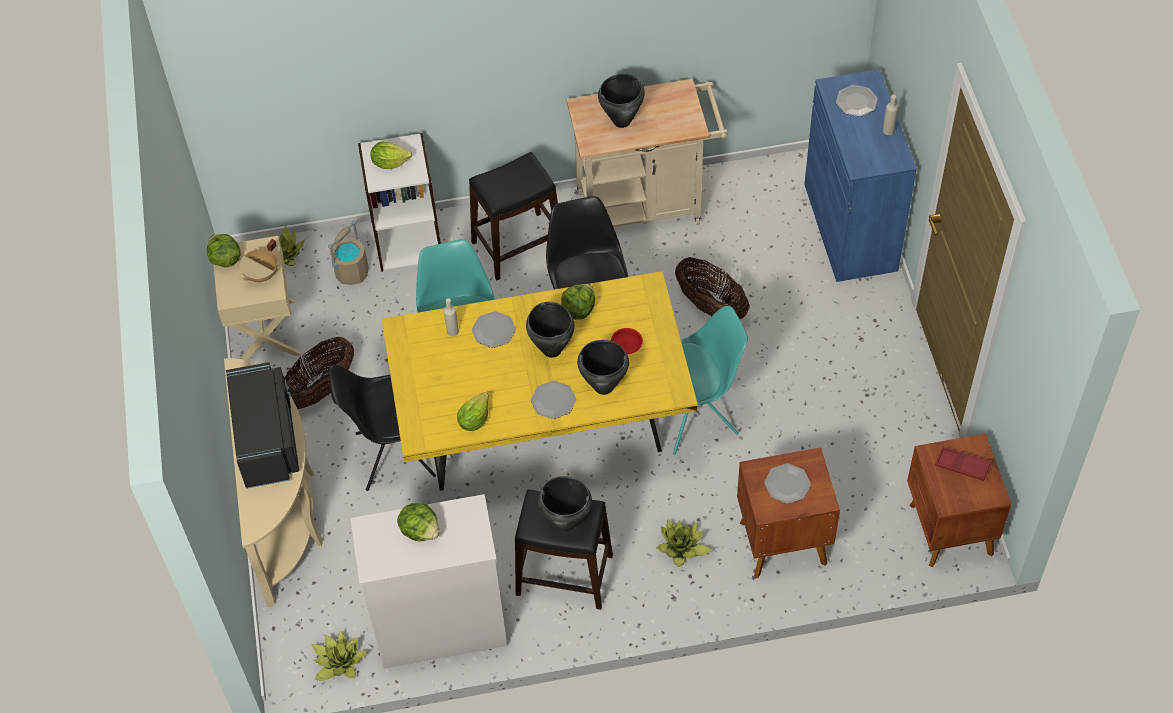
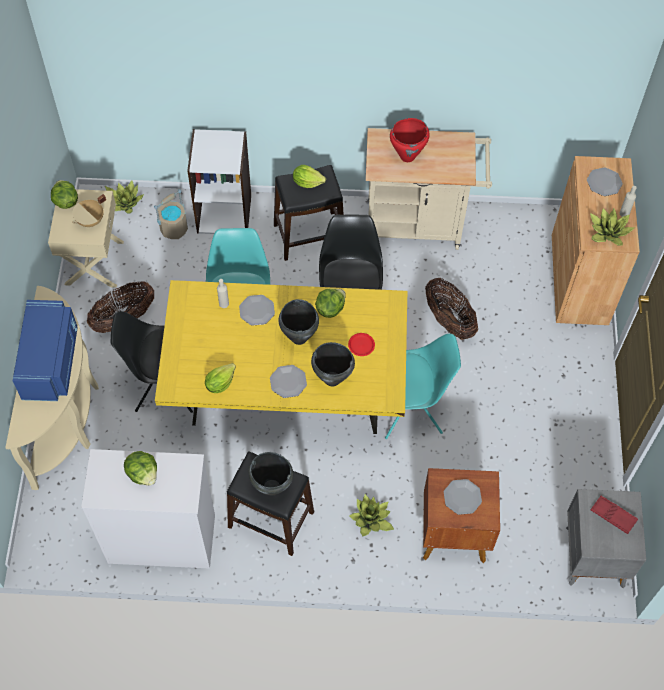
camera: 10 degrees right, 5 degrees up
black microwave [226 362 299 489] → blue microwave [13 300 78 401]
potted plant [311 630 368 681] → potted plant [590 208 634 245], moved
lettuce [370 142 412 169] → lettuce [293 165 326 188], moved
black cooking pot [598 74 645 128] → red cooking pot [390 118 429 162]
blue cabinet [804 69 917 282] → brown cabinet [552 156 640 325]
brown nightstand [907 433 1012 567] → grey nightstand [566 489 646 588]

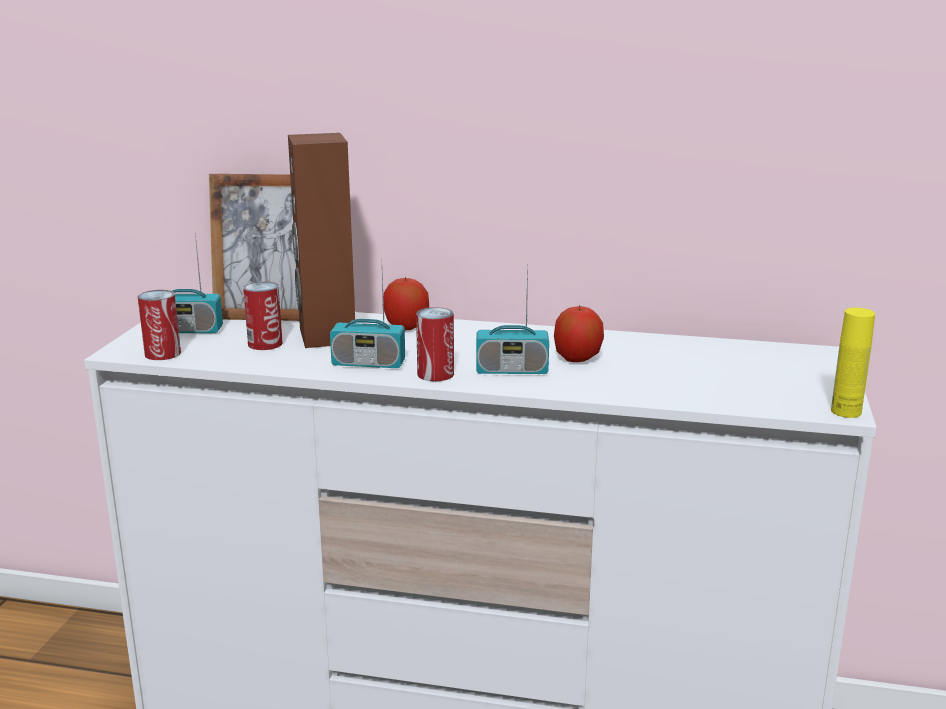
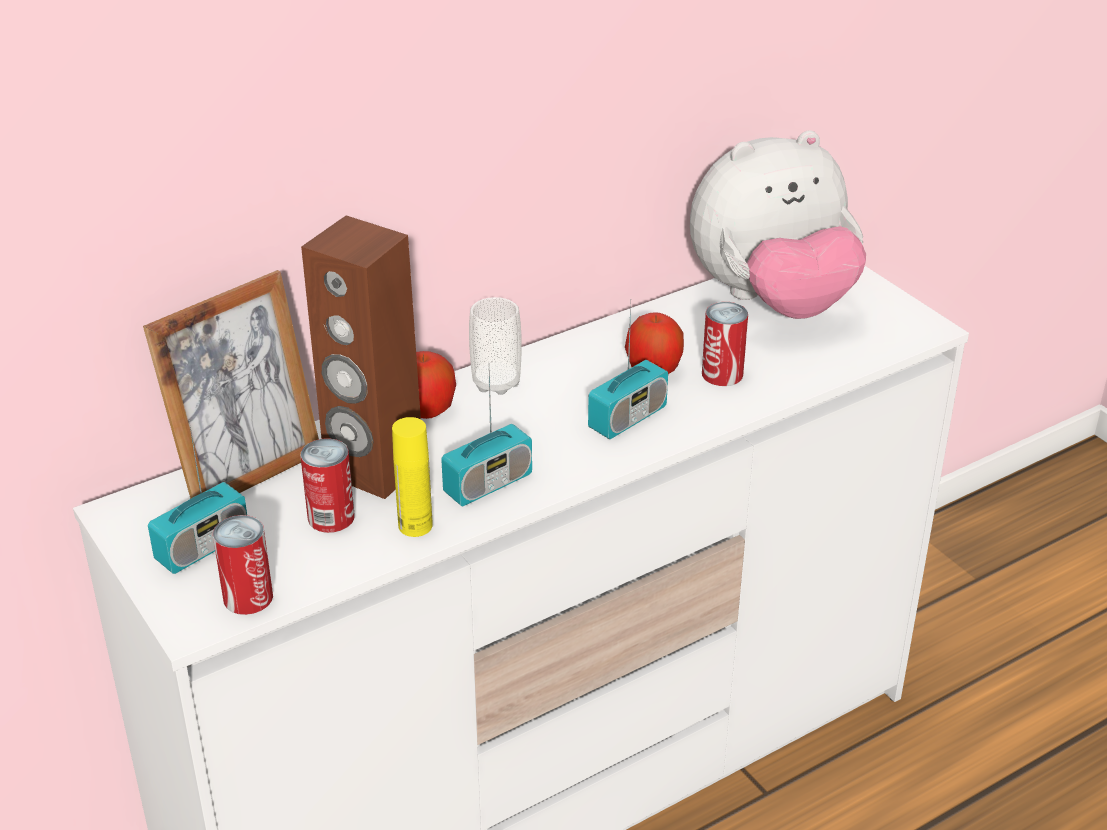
camera: 45 degrees left, 15 degrees up
can [416 307 454 381] → can [702 302 748 386], moved
yellow bottle [831 308 875 418] → yellow bottle [392 417 433 537], moved
- → cup [469 297 522 395]
- → plush toy [690 130 866 319]

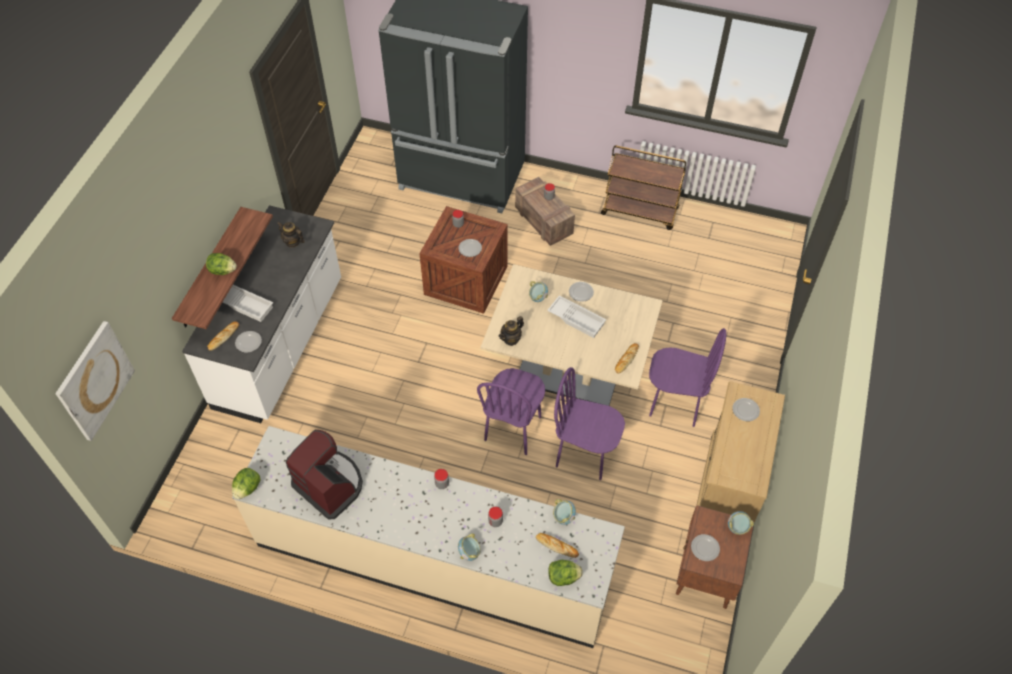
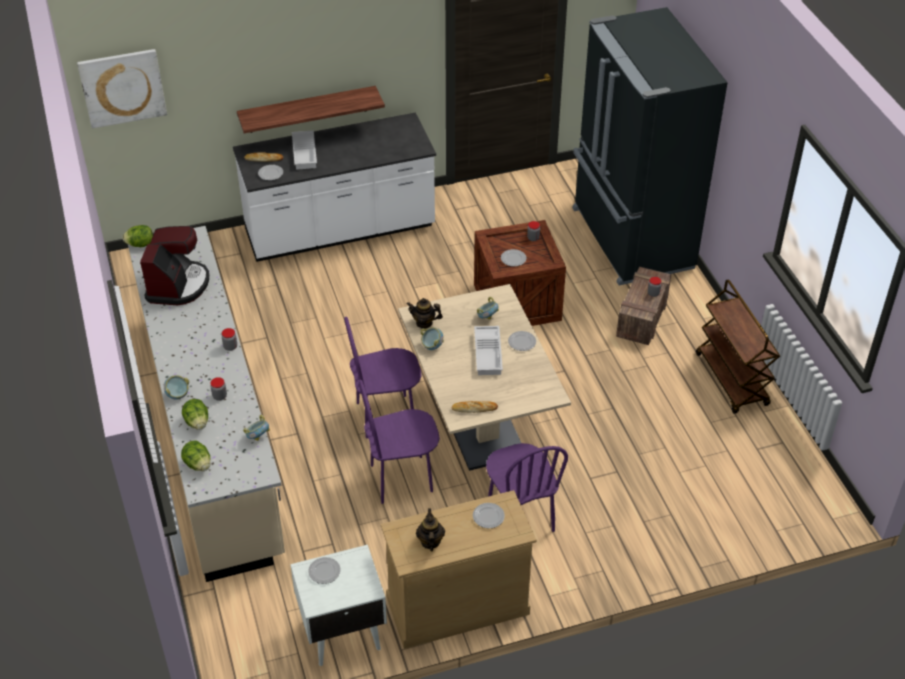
camera: 55 degrees right, 10 degrees down
lettuce [206 253 237 275] → lettuce [182 399 208 430], moved
teapot [277 221 305 248] → teapot [416 508 445 551], moved
bread [536 533 579 558] → -
purple chair [554 367 625 480] → purple chair [359 380 440 504], 90 degrees counterclockwise
brown nightstand [676 505 754 609] → white nightstand [290 545 387 666]
bowl [728 511 754 535] → bowl [420 327 444 350], moved

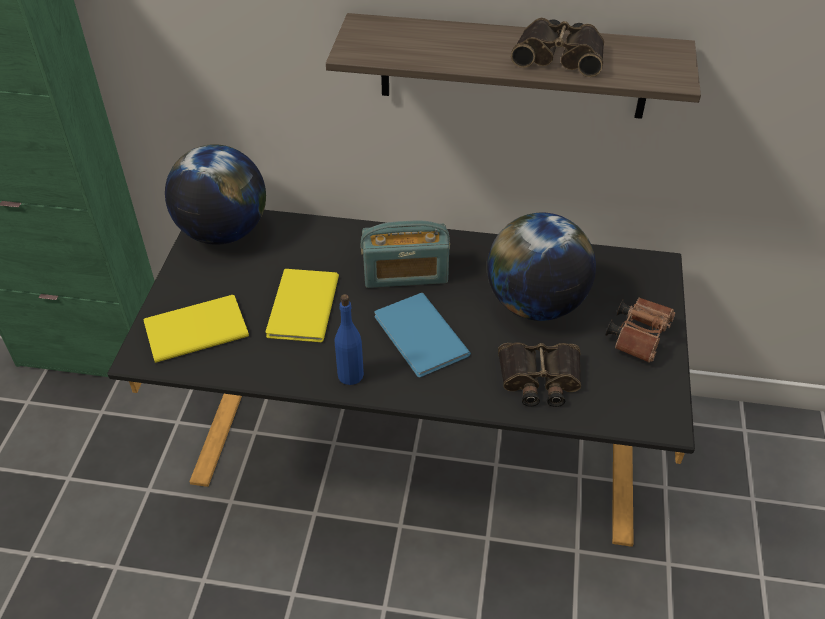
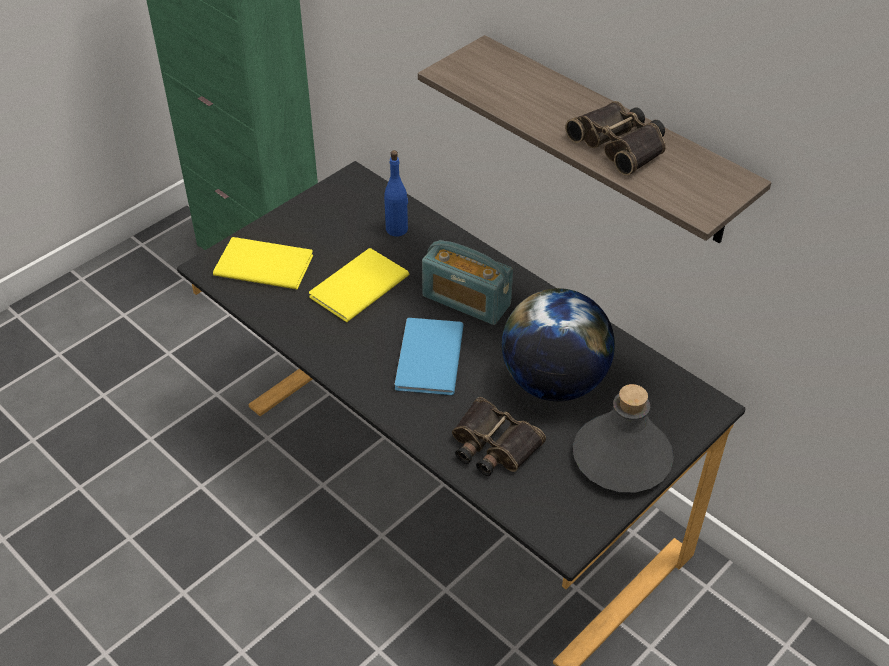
camera: 35 degrees right, 0 degrees up
globe [165 144 266 245] → -
blue bottle [335 294 364 385] → blue bottle [384 150 408 236], moved
brown binoculars [606 297 676 363] → grey bottle [573 384 674 492]

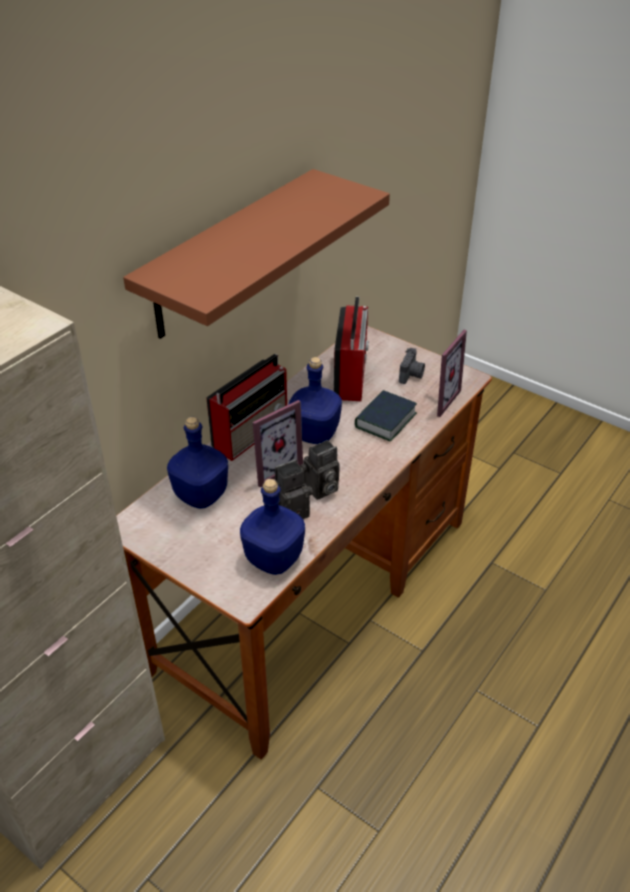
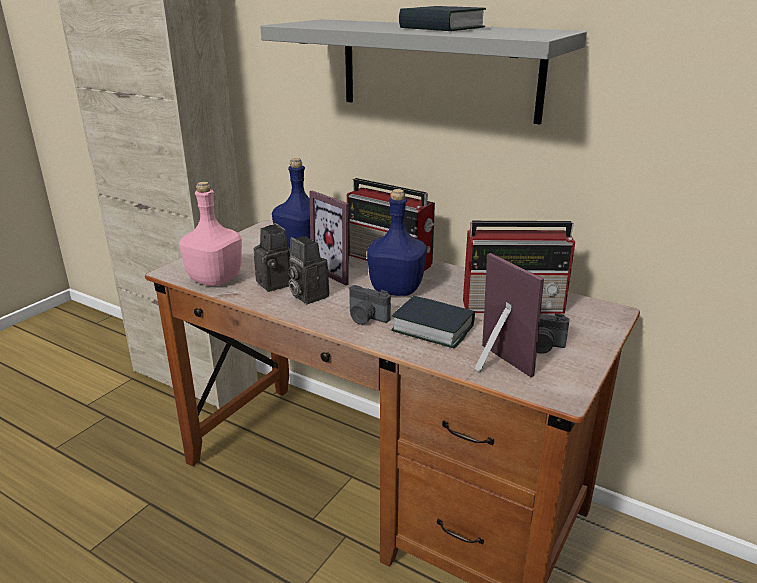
camera: 85 degrees right, 15 degrees down
brown shelf [123 169 390 339] → grey shelf [260 19 587 125]
blue bottle [240 479 305 575] → pink bottle [179 182 242 286]
picture frame [425 330 467 417] → picture frame [475 253 544 377], 150 degrees counterclockwise
- → photo camera [349 285 391 325]
- → book [399 6 486 31]

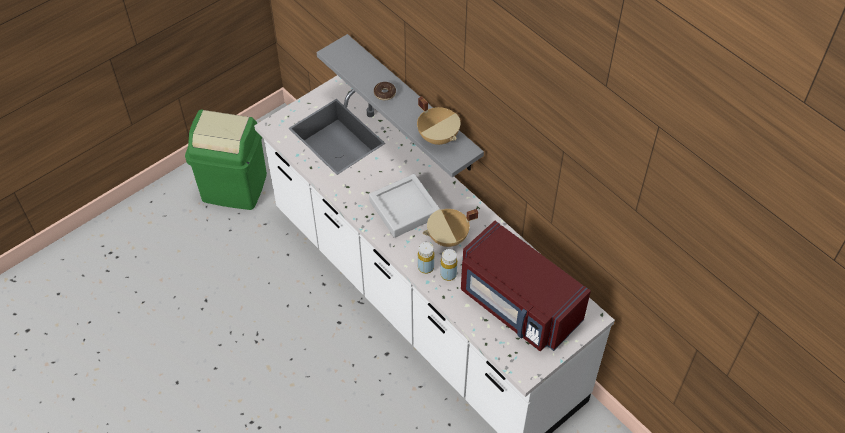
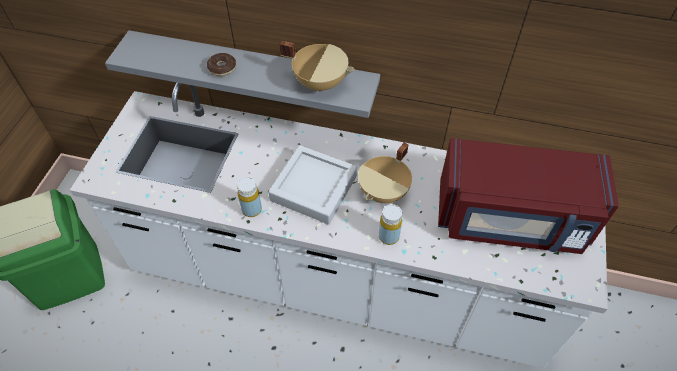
camera: 35 degrees left, 0 degrees up
yellow bottle [440 249 457 281] → yellow bottle [237 177 262 217], moved

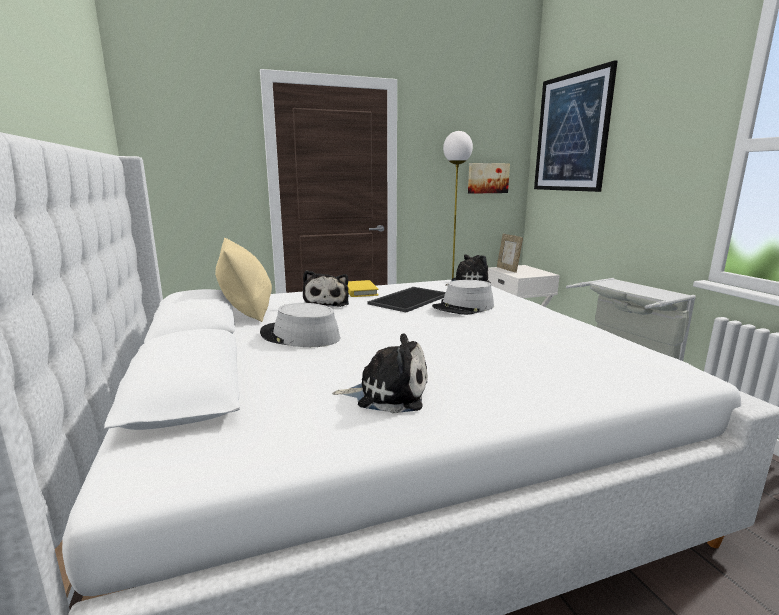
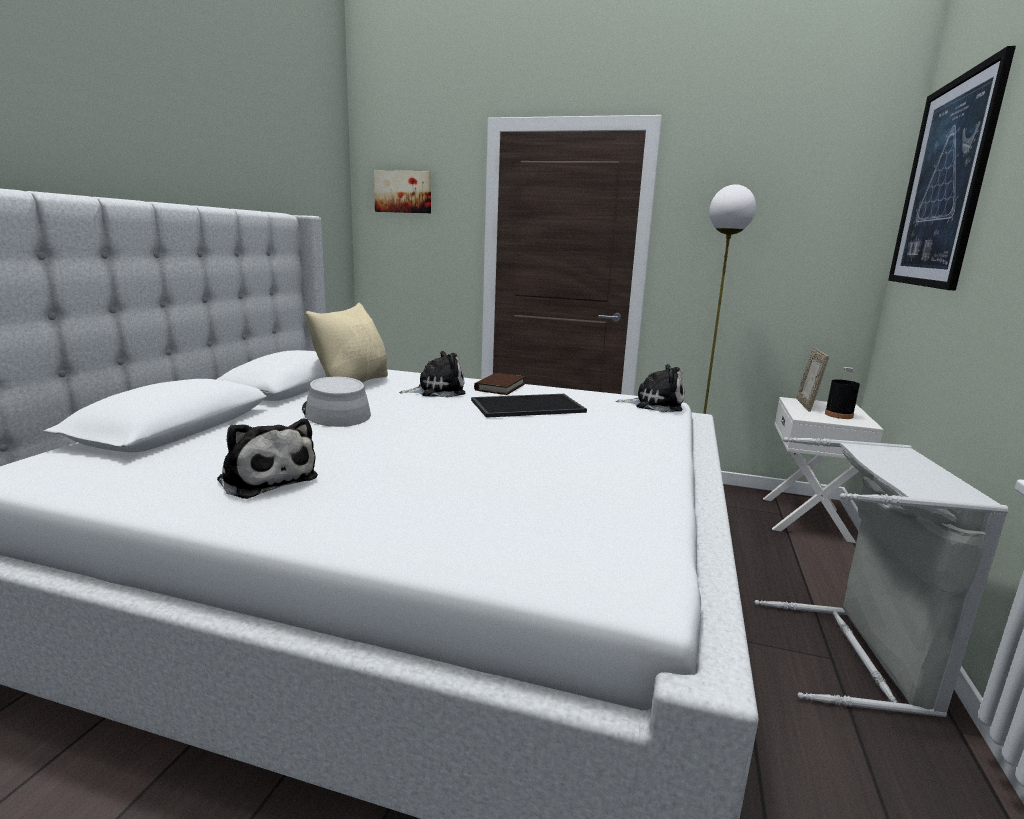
camera: 35 degrees right, 0 degrees up
plush toy [303 270 349 307] → plush toy [399 351 465 397], 135 degrees counterclockwise
yellow book [348 280 379 297] → brown book [474 373 525 395]
grey hat [432 280 494 315] → -
picture [468 163 510 194] → picture [374 171 431 213], moved
- → black bottle [825 367 860 419]

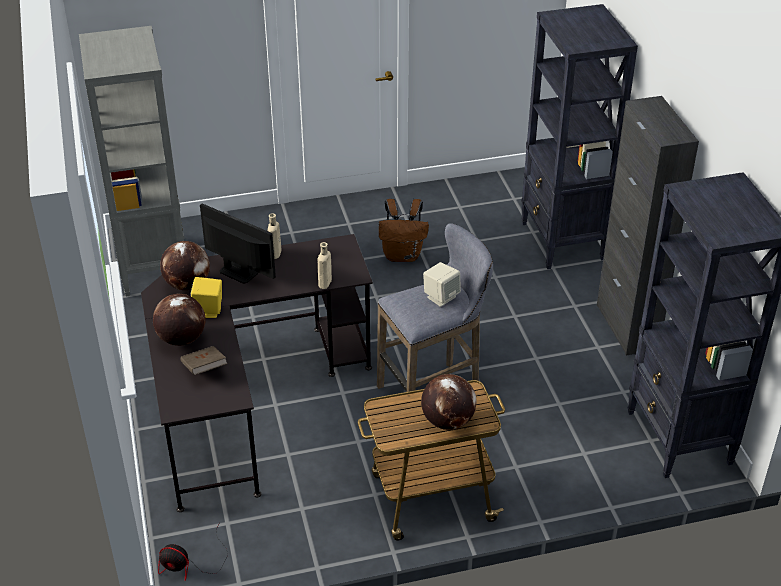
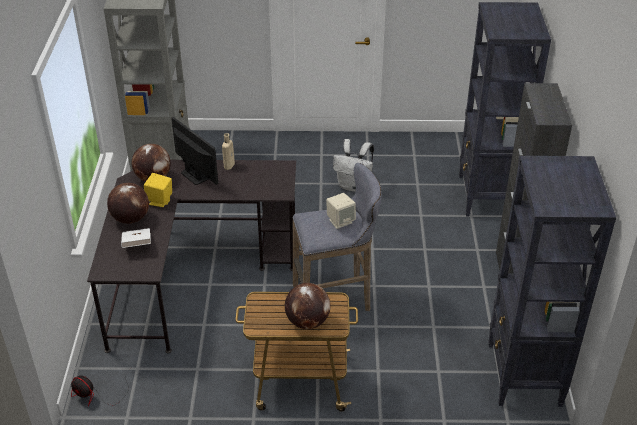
camera: 15 degrees right, 0 degrees up
brown book [181 346 228 375] → white book [121 228 151 248]
beige bottle [318 242 332 289] → -
brown backpack [379 199 429 262] → white backpack [333 139 374 192]

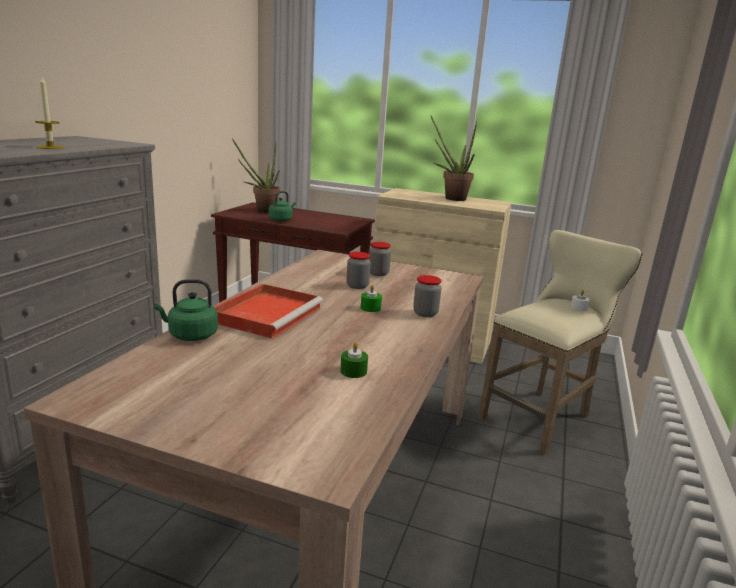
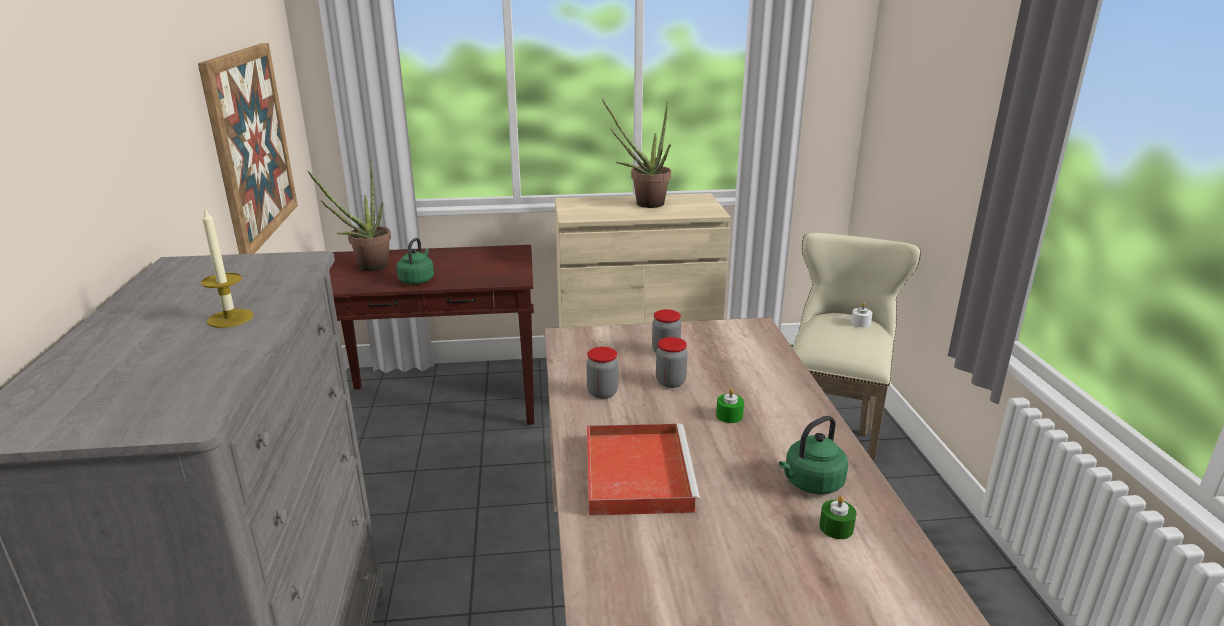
camera: 25 degrees left, 5 degrees up
green kettle [154 279 218 341] → green kettle [779 416 848 494], moved
jar [413 275 442 317] → jar [586 347 618 399], moved
- → picture [198 43 298 254]

